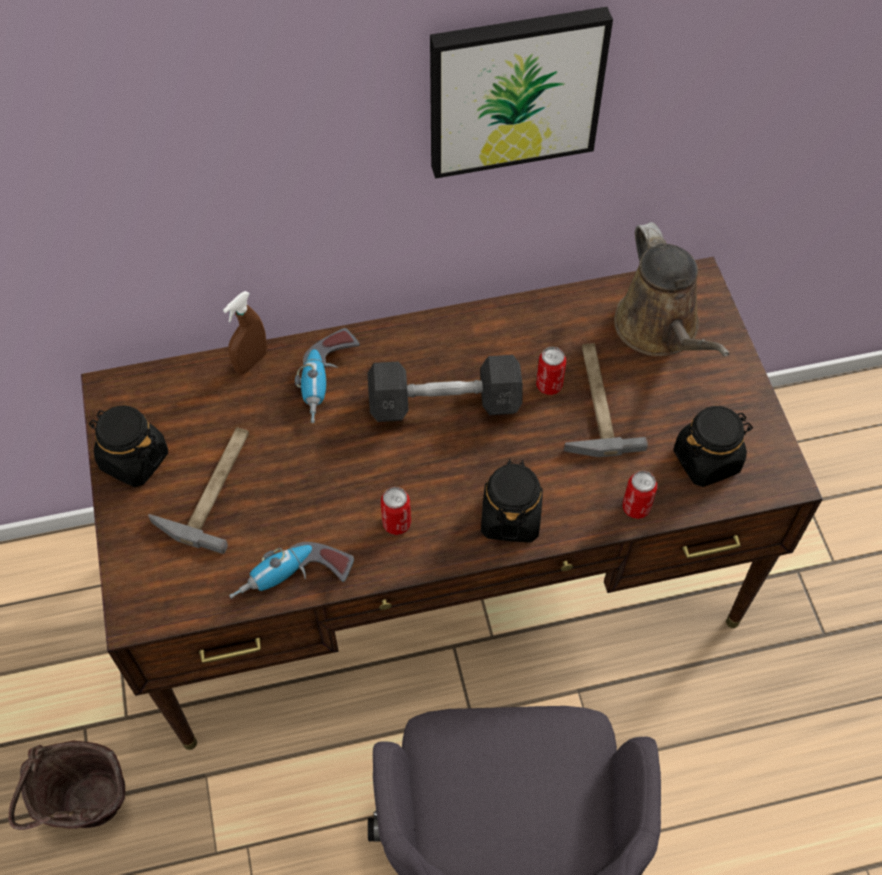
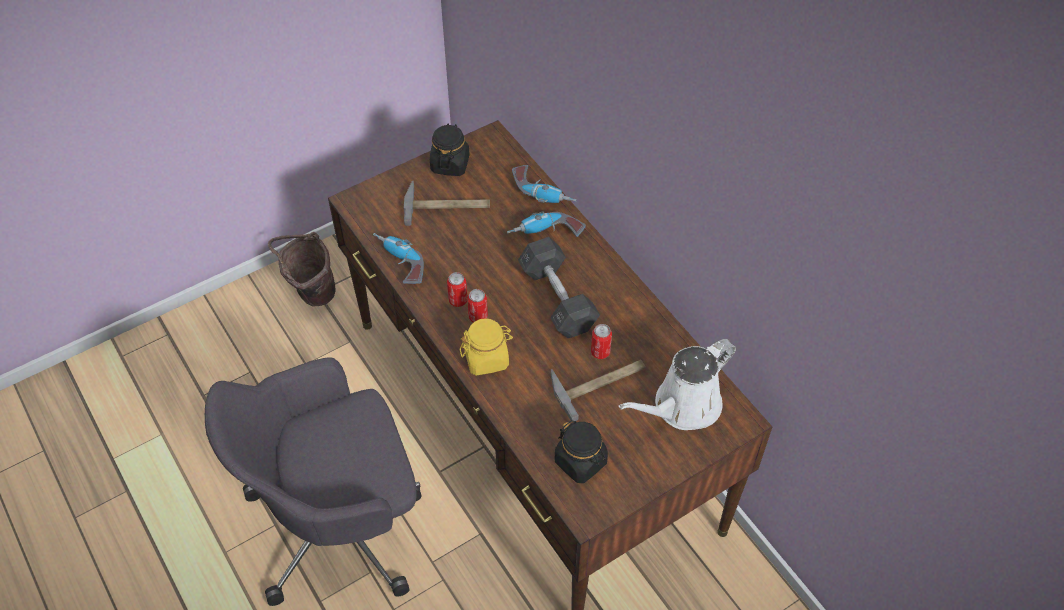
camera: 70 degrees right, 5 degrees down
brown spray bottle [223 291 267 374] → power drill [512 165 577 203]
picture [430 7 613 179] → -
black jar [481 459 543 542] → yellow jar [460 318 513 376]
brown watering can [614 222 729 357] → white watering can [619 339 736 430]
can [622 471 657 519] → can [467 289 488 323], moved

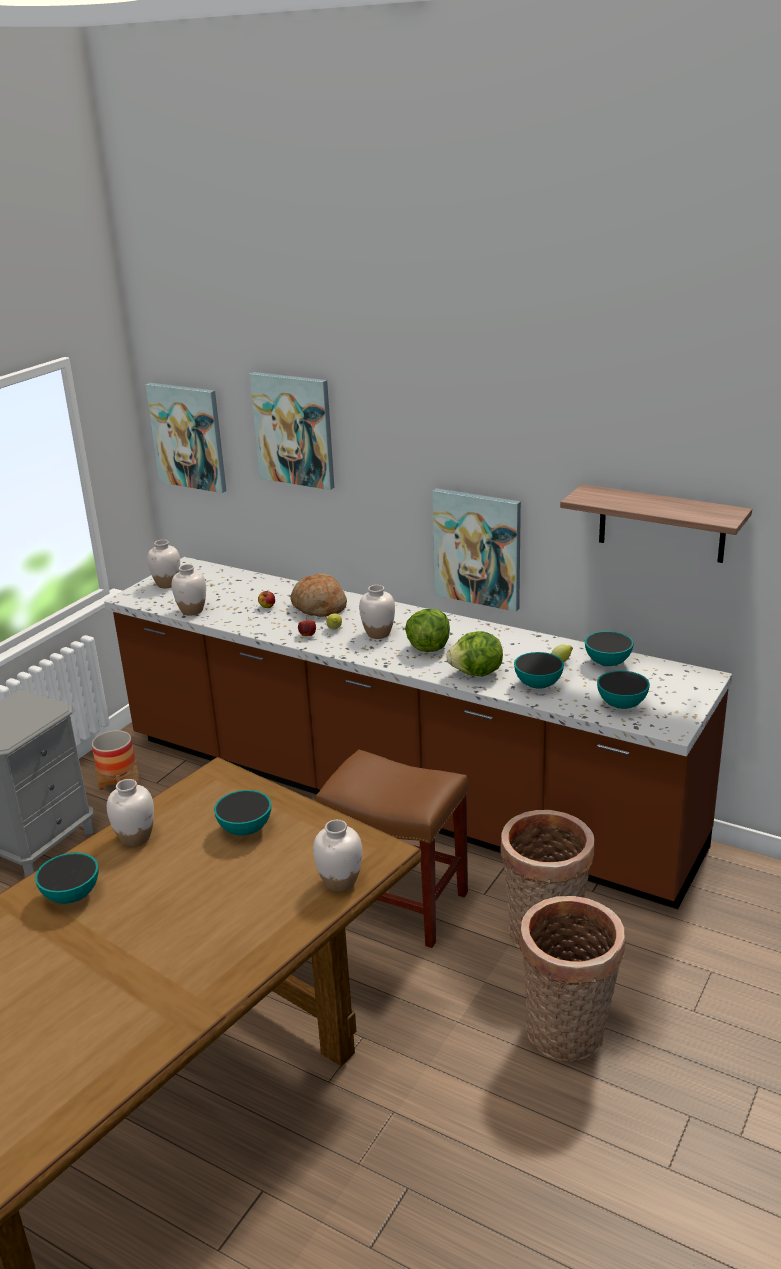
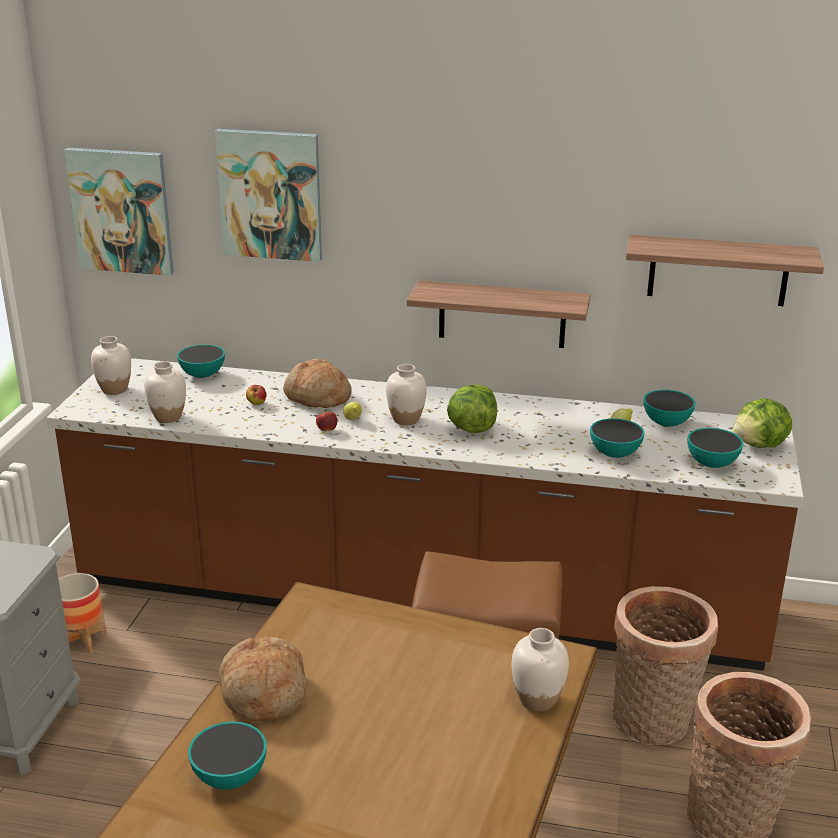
camera: 20 degrees left, 0 degrees up
white vase [107 779 154 847] → bread [219 637 306 722]
bowl [214 790 271 835] → bowl [177 345 225 378], moved
picture [432 488 521 612] → shelf [407 280 591 348]
lettuce [446 631 503 677] → lettuce [733 398 792 448], moved

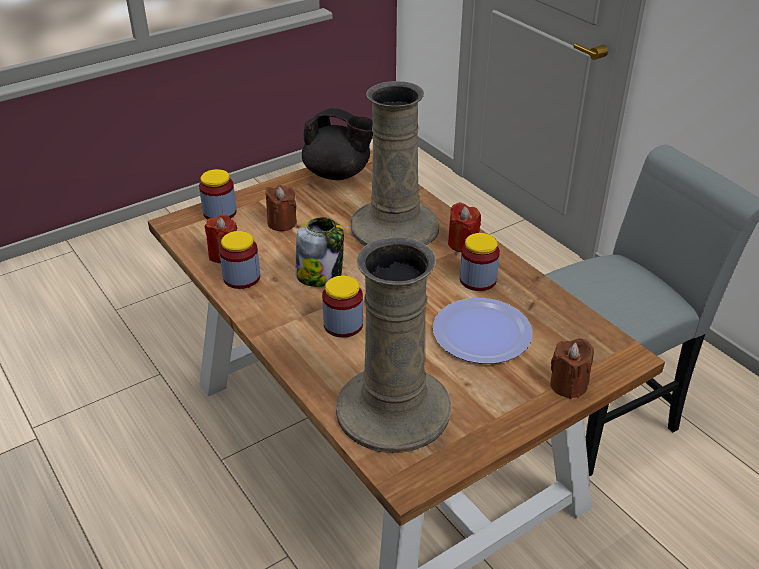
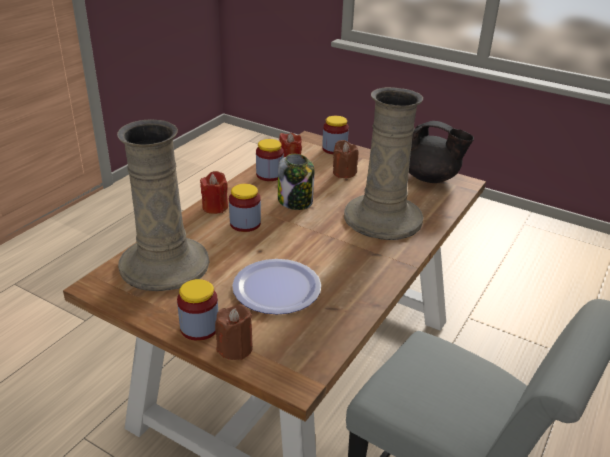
camera: 65 degrees right, 5 degrees down
black teapot [302 108 373 180] → black teapot [409 121 474 183], 60 degrees counterclockwise
red candle [448 202 481 252] → red candle [200 171 228 214], moved
jar [460 233 500 291] → jar [177 279 218 341], moved

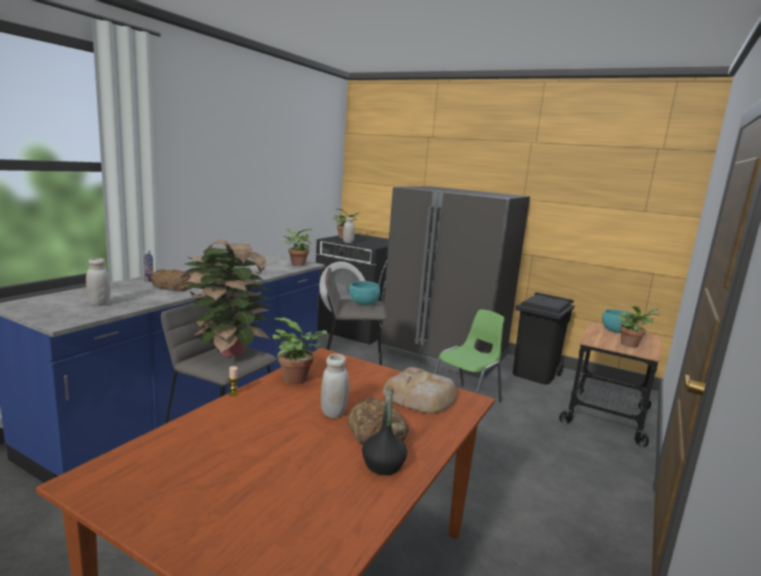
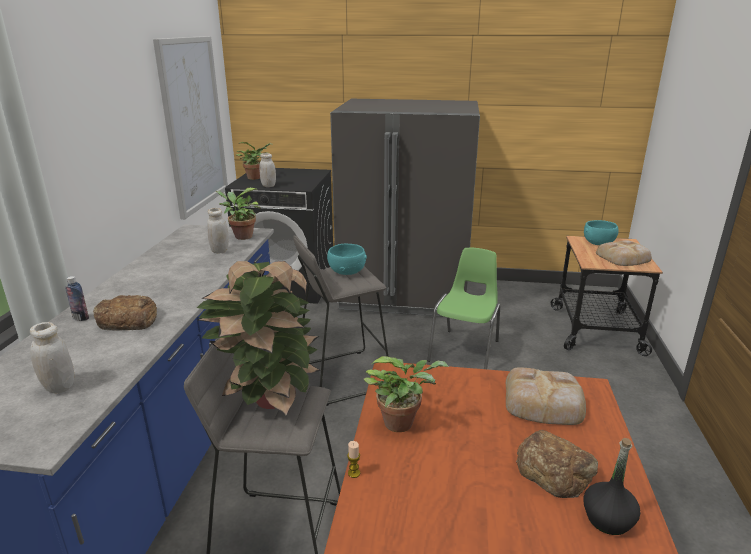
camera: 20 degrees left, 10 degrees up
white jar [321 354 349 418] → white jar [207 208 229 254], moved
black trash can [513 292 574 385] → -
potted plant [618 305 660 348] → bread [596 240 652 266]
- → picture [153 36 228 219]

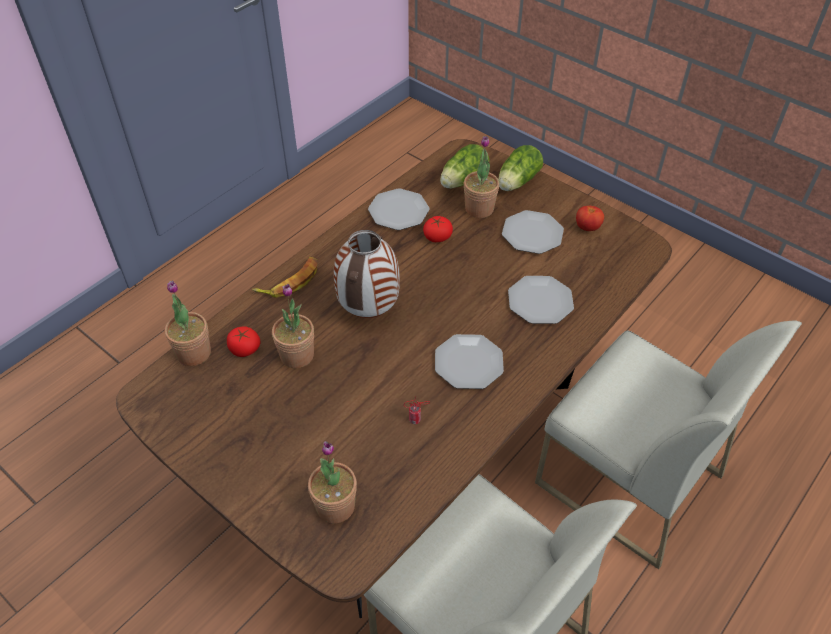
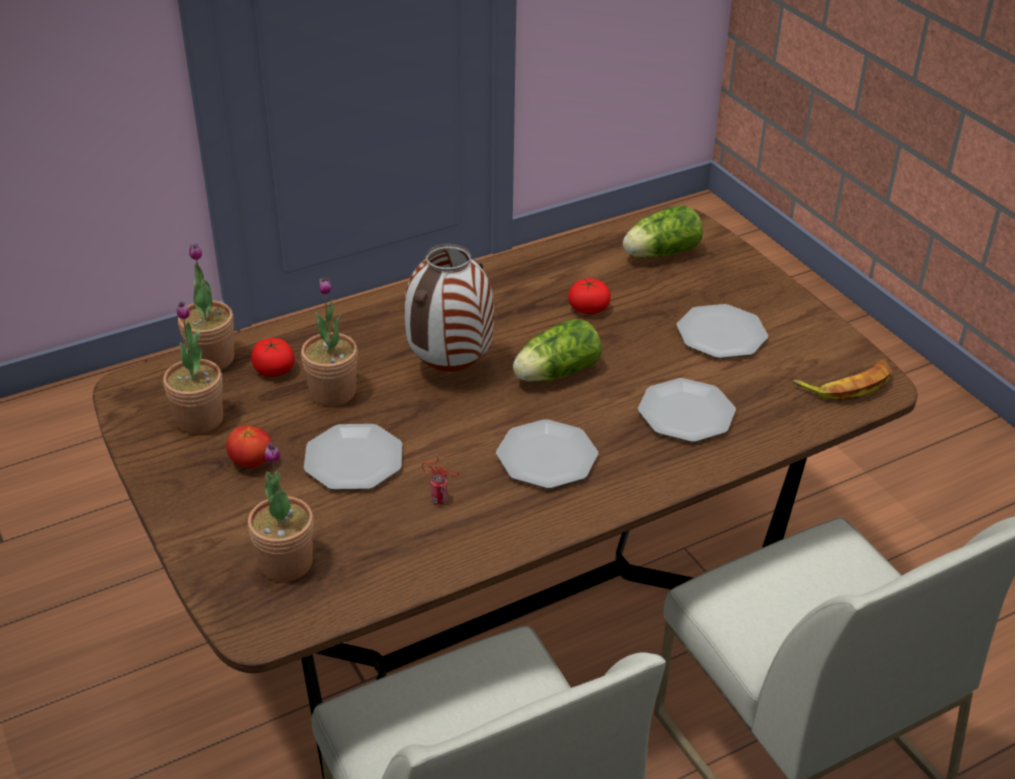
camera: 20 degrees right, 10 degrees down
banana [252 257 318 298] → banana [793 360 893 400], moved
plate [368 189 429 230] → plate [304 424 402 490], moved
potted plant [464 136 499 218] → potted plant [163 302 223 434], moved
lettuce [498 145 543 191] → lettuce [513 319 602 381], moved
tomato [576 206 604 231] → tomato [226 425 272 468], moved

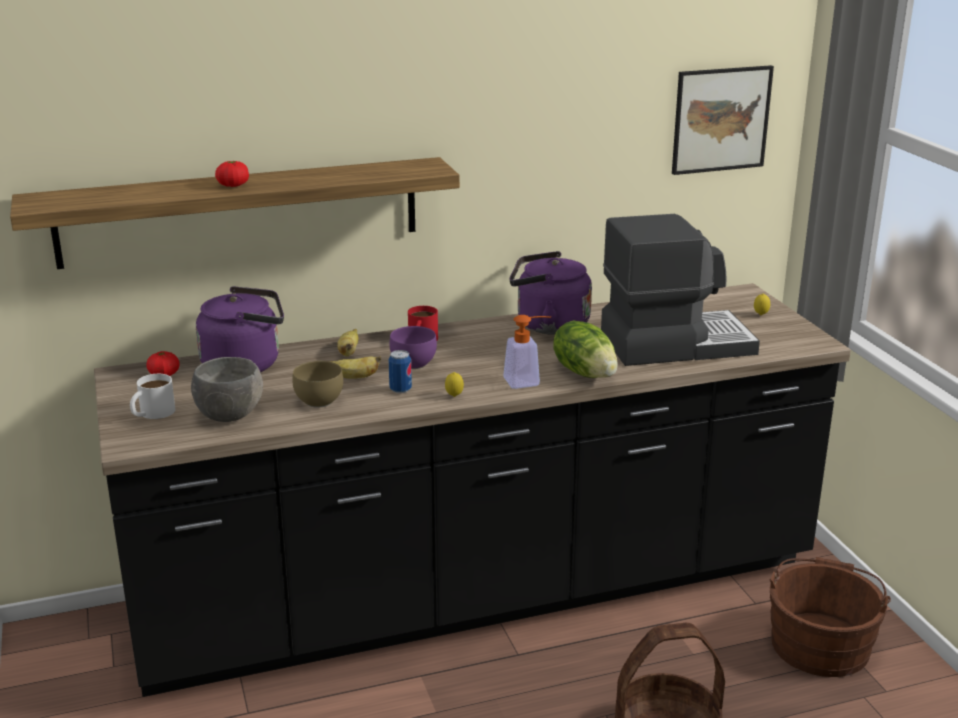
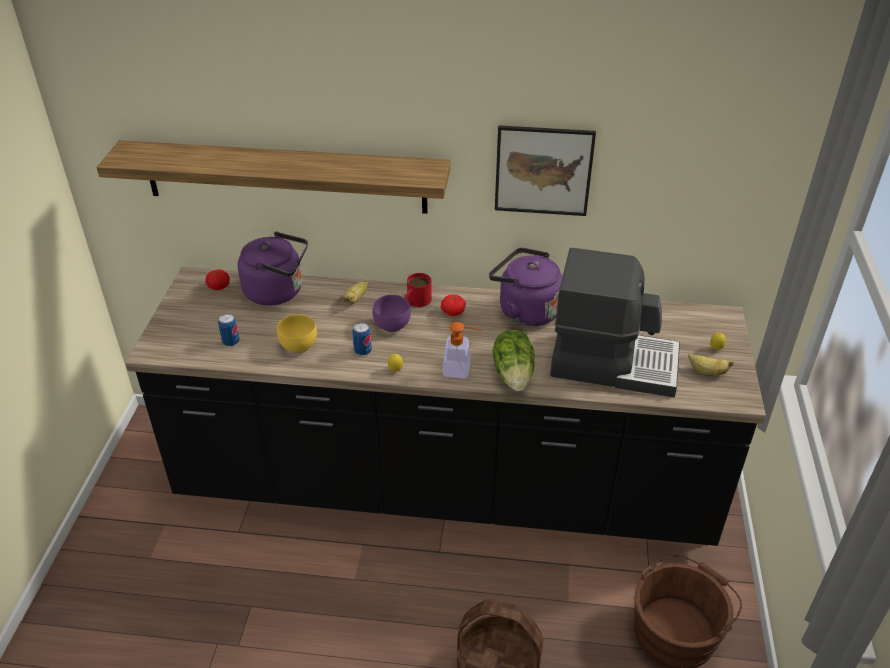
camera: 25 degrees right, 15 degrees up
white mug [130 374 175 419] → -
grey bowl [191 357 263 422] → can [218 314 240 346]
tomato [215 161 249 187] → tomato [441 294 466 316], moved
brown bowl [292 361 343 408] → yellow bowl [277 314 317 353]
banana [329 356 381 379] → banana [688 354 734 375], moved
picture [672 65 774 175] → picture [495 125 596 216], moved

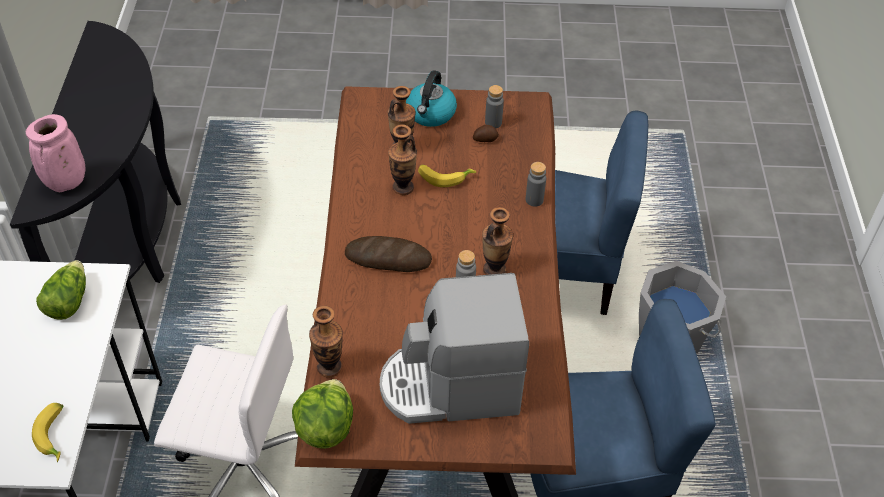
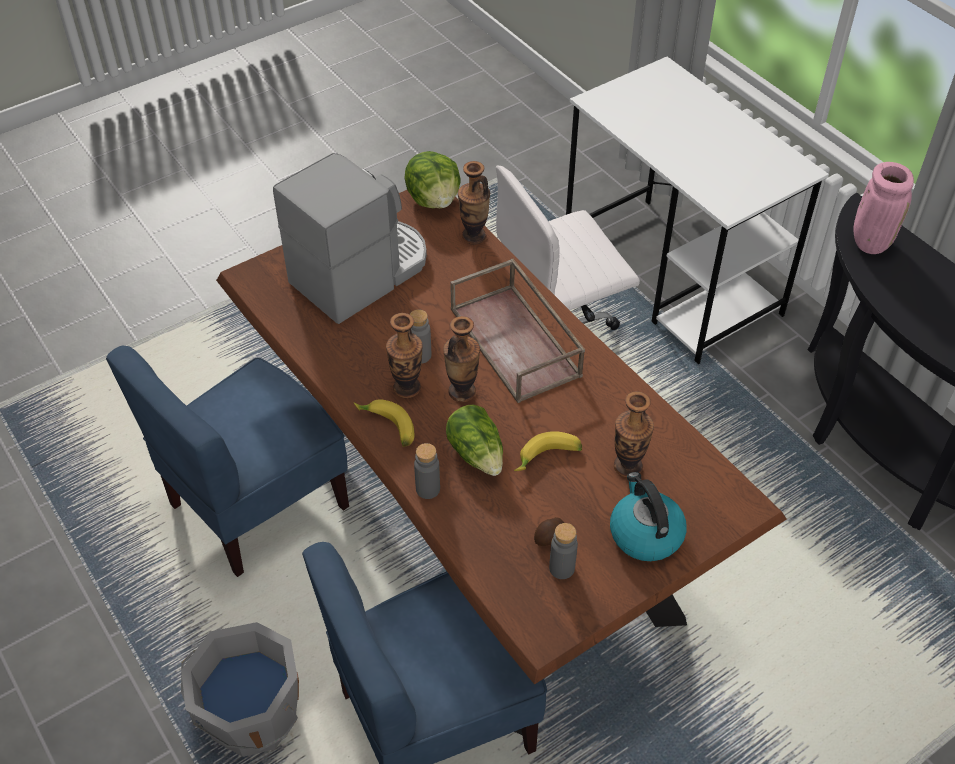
camera: 145 degrees right, 0 degrees up
banana [32 403 64 462] → banana [354 399 414 447], moved
lettuce [36 260 86 320] → lettuce [446 405 503 476], moved
bread [345 236 432 272] → brown tray [450 259 585 403]
vase [388 124 417 195] → vase [443 316 480 402], moved

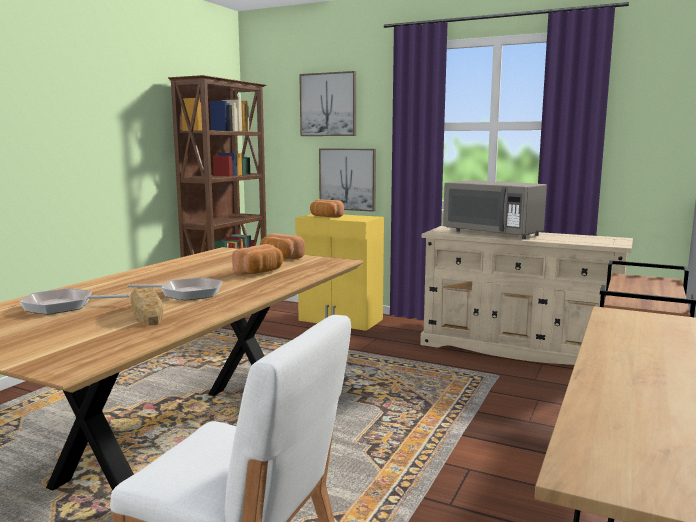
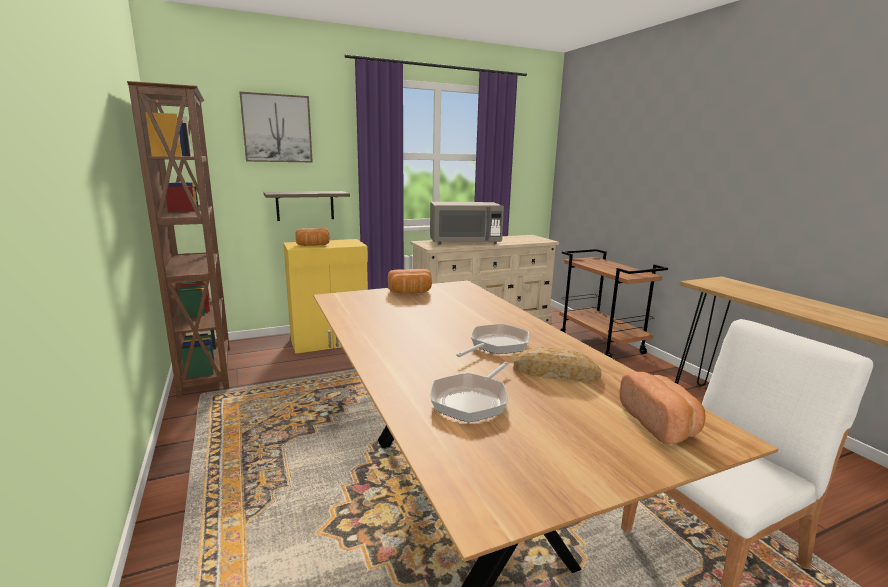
camera: 50 degrees left, 5 degrees up
bread [232 244 283 274] → bread [619 372 706 444], moved
picture [319 148 376 212] → shelf [263 191 350 221]

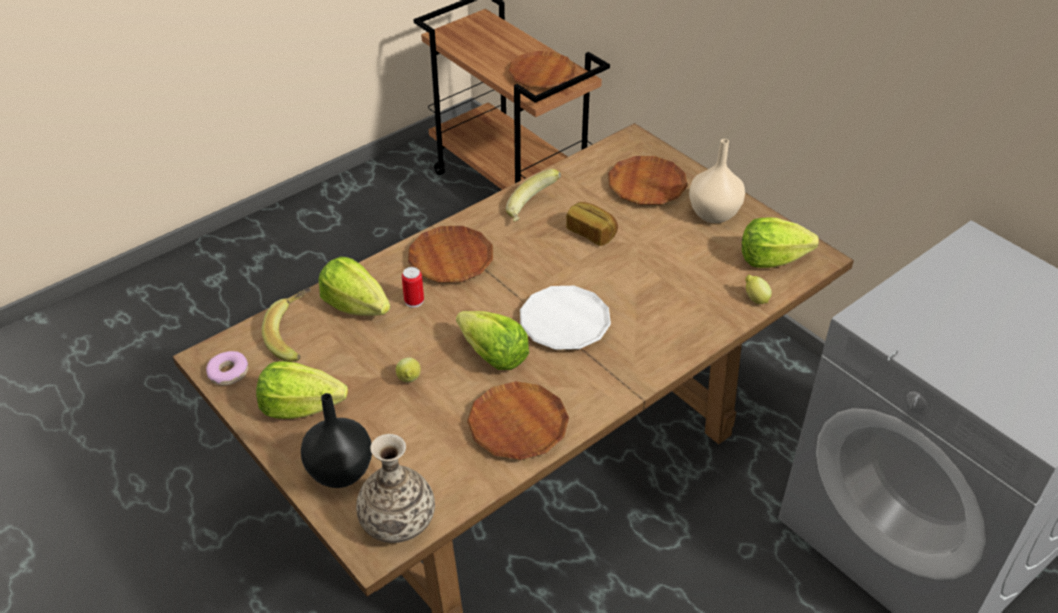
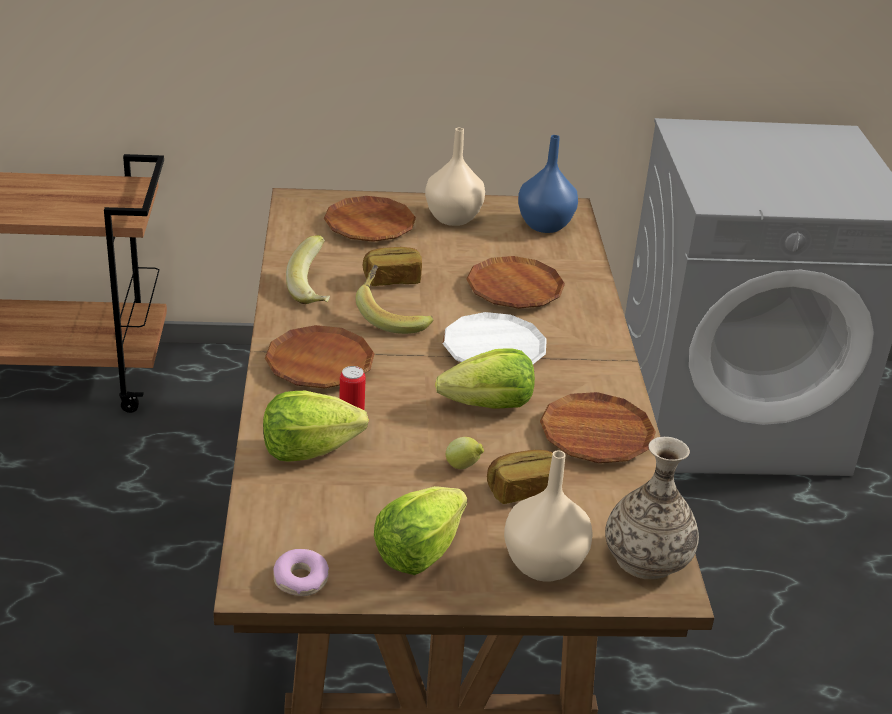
camera: 55 degrees left, 10 degrees down
banana [262 288 311 362] → banana [355 265 433 334], moved
black vase [301 393 372 488] → beige vase [504 450 593 582]
brown plate [508 51 576 89] → brown plate [466 256 565 309], moved
lettuce [742 218 819 268] → blue vase [518 135 578 233]
lemon [745 275 772 304] → -
- → bread [487 450 553 504]

